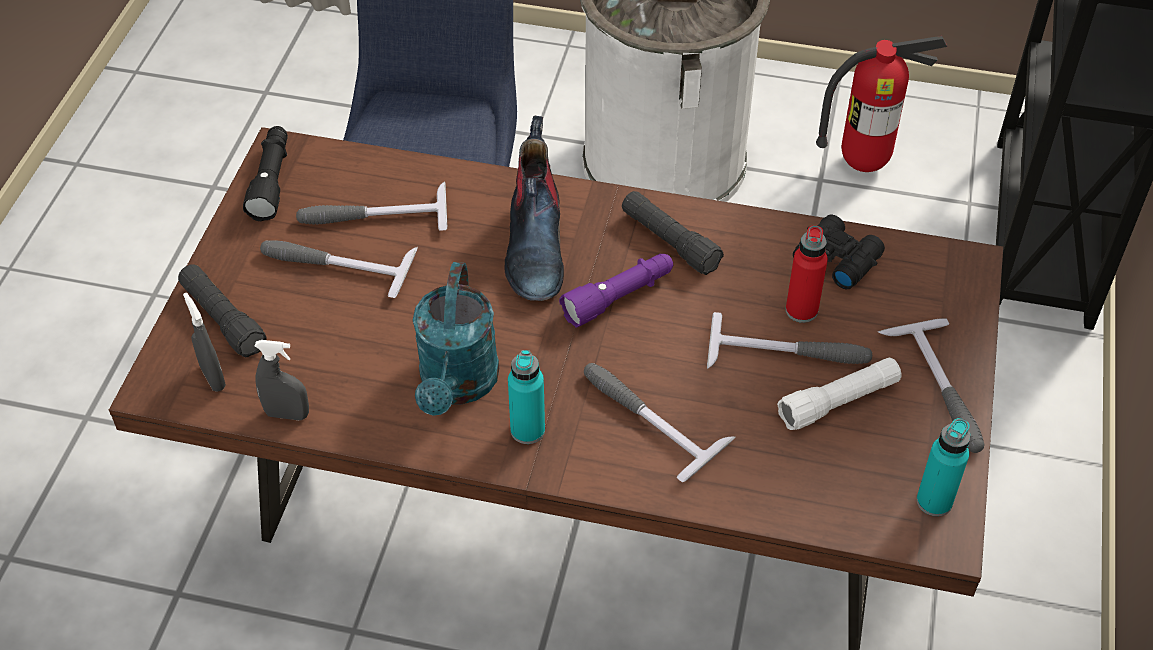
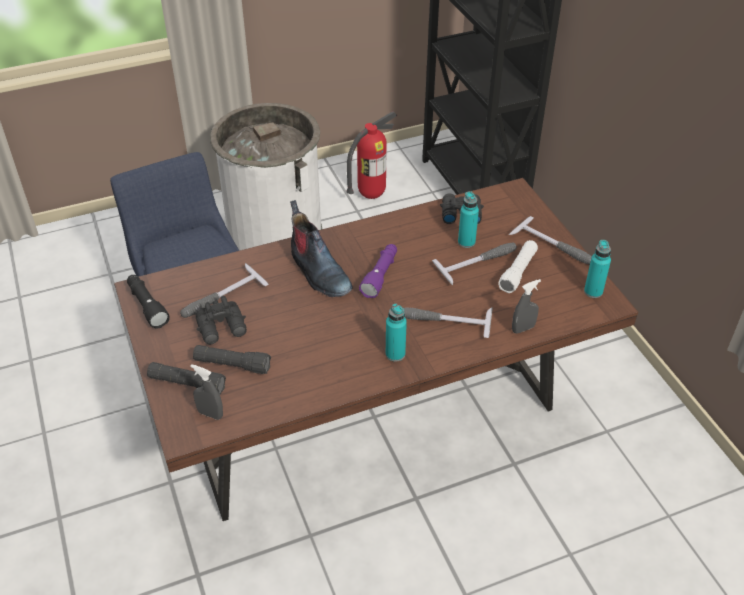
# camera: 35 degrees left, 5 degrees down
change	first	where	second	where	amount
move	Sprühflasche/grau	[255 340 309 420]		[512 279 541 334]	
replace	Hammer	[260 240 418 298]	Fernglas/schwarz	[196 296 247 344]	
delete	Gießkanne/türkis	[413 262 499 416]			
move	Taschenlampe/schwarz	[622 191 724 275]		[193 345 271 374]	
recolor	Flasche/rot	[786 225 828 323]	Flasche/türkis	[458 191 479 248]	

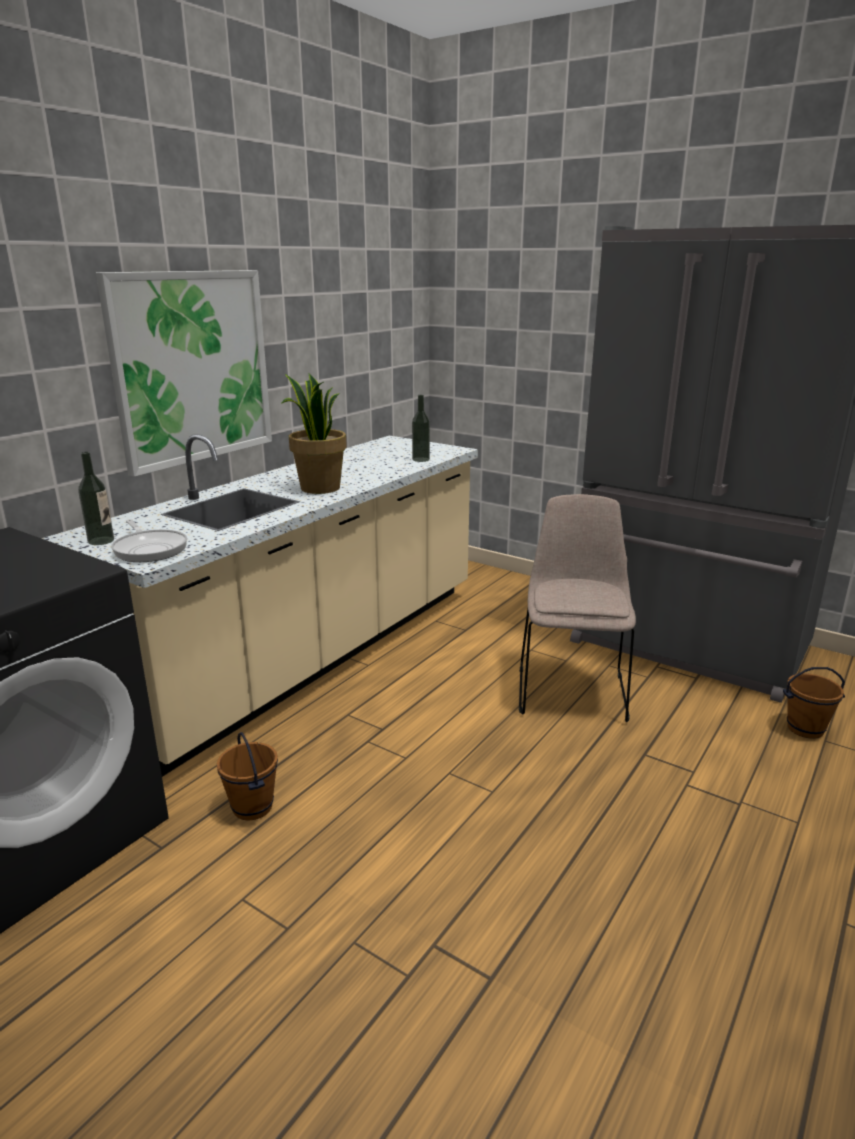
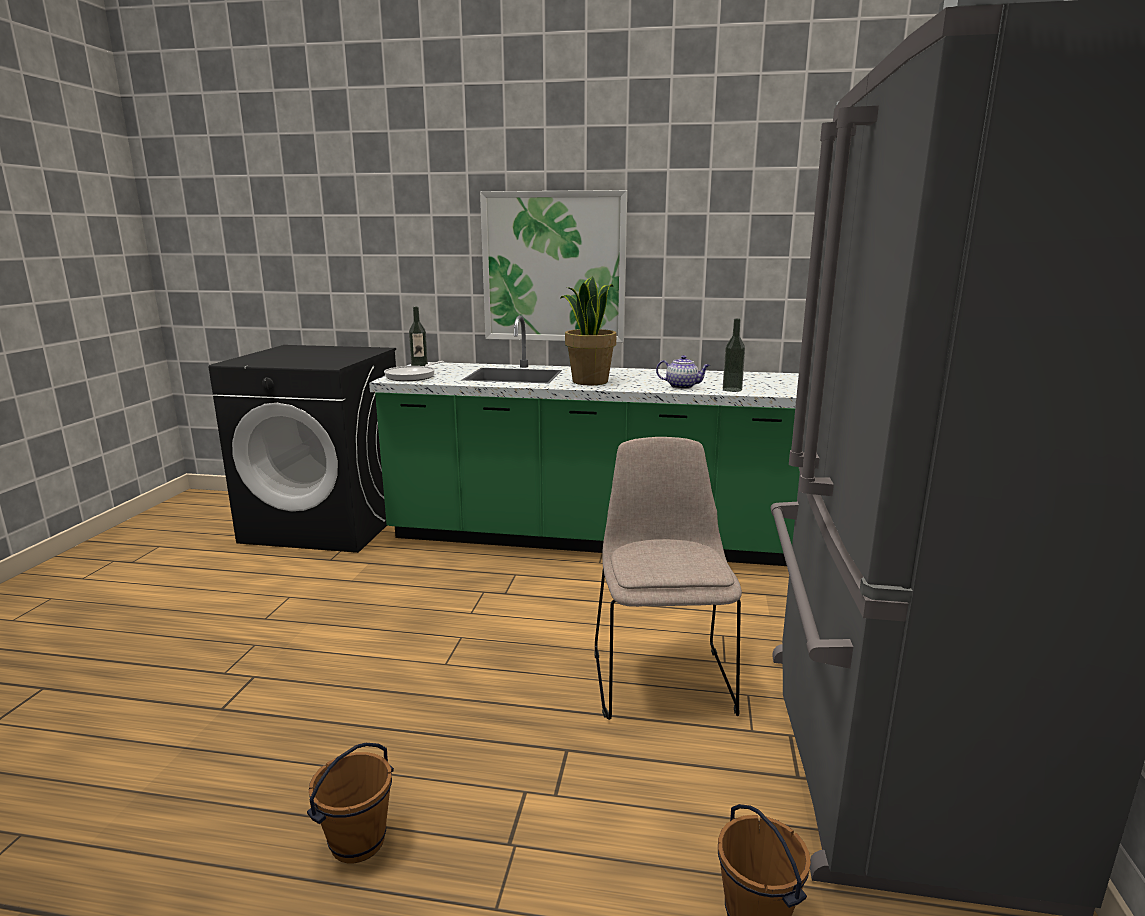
# camera: 65 degrees right, 5 degrees down
change	first	where	second	where	amount
recolor	Küchenzeile/beige	[41 434 478 777]	Küchenzeile/grün	[369 315 800 566]	
move	Eimer/braun	[217 732 278 821]		[307 743 394 863]	
rotate	Stuhl/beige	[519 494 636 722]		[594 437 742 720]	75 degrees counterclockwise
insert			Teekanne	[656 355 710 389]	

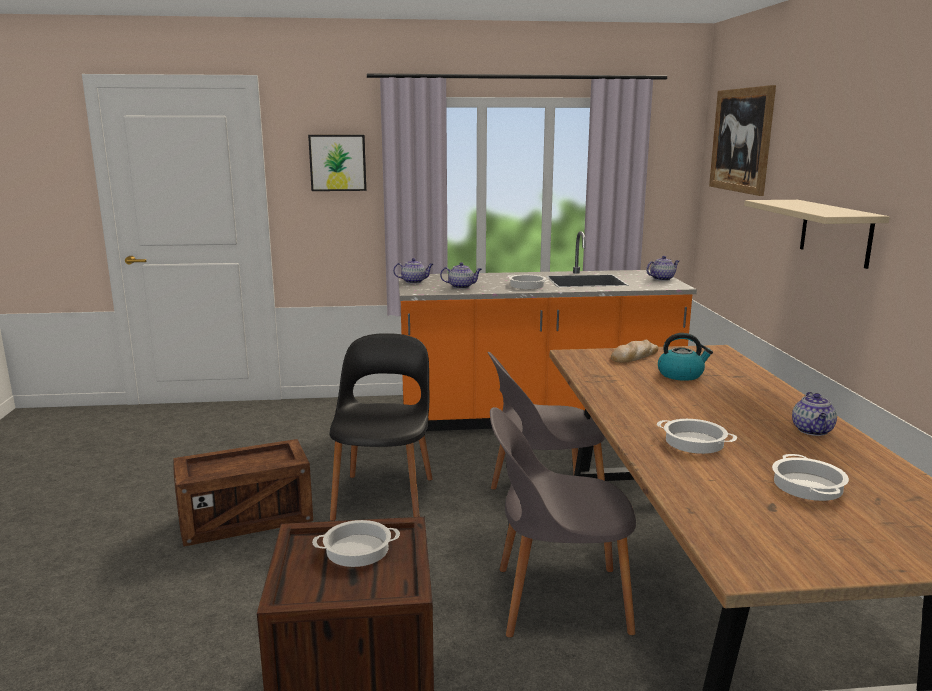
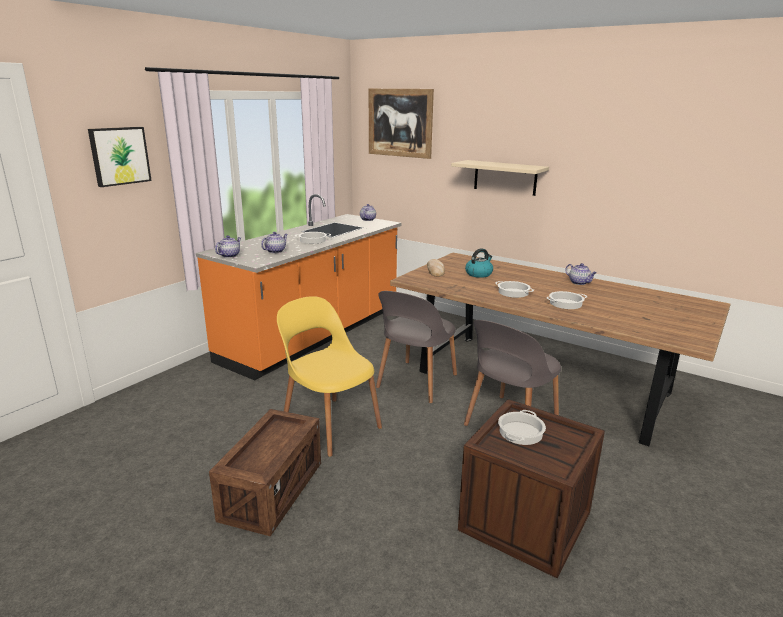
# camera: 50 degrees left, 5 degrees up
change	first	where	second	where	amount
recolor	Stuhl/schwarz	[330 333 433 521]	Stuhl/gelb	[277 296 382 457]	
move	Kochtopf	[772 454 849 501]		[495 281 534 298]	

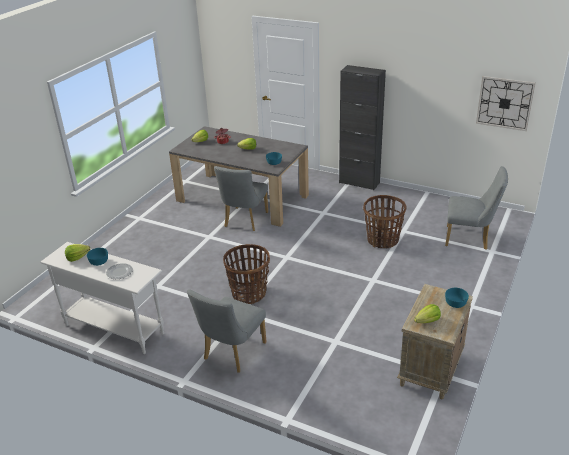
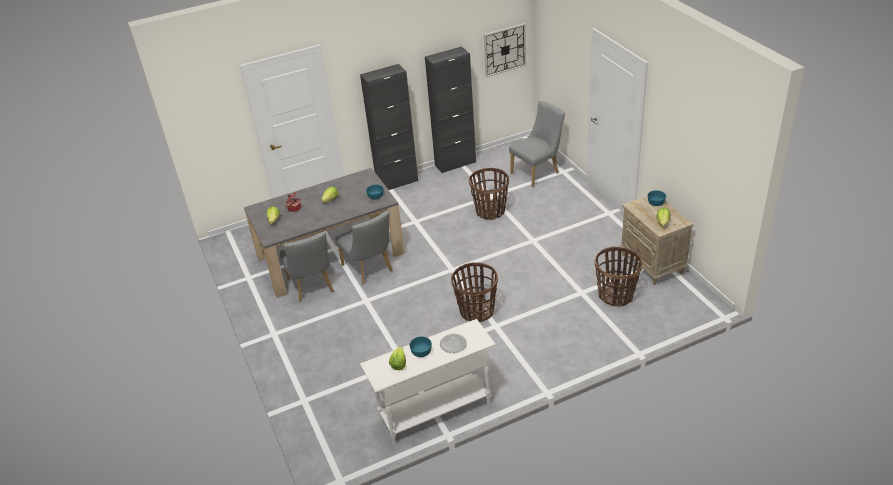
# camera: 50 degrees left, 5 degrees up
change	first	where	second	where	amount
move	Stuhl/grau	[187 289 267 373]		[279 232 334 302]	
insert			Schrank/schwarz	[425 47 476 173]	
insert			Korb	[595 247 642 307]	

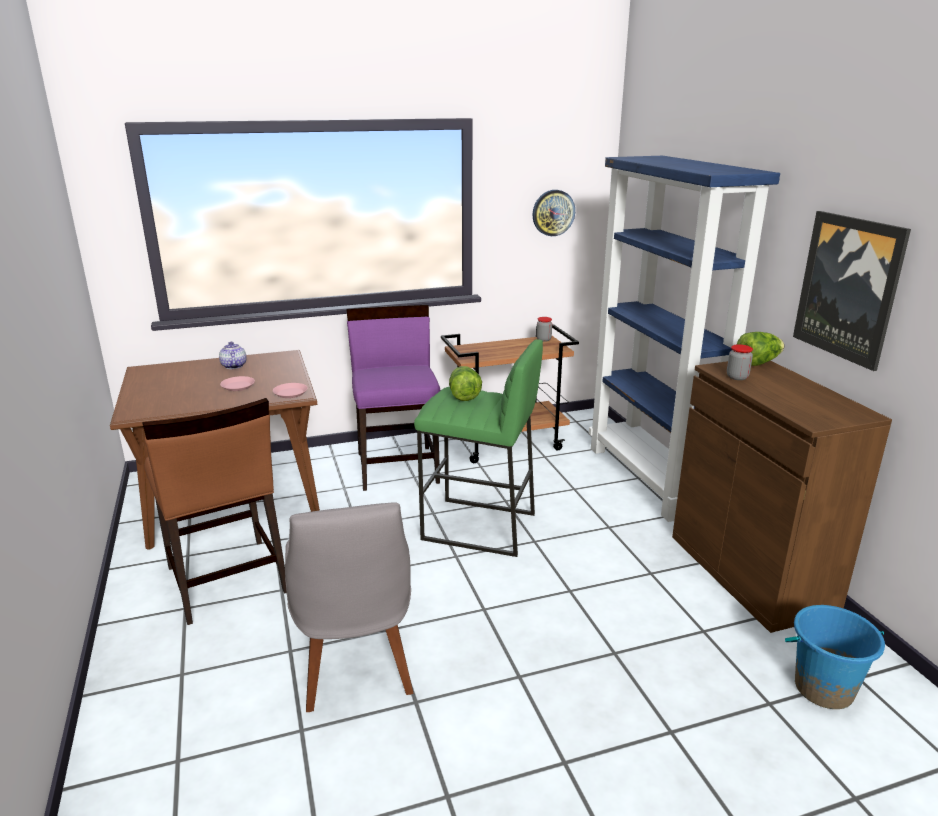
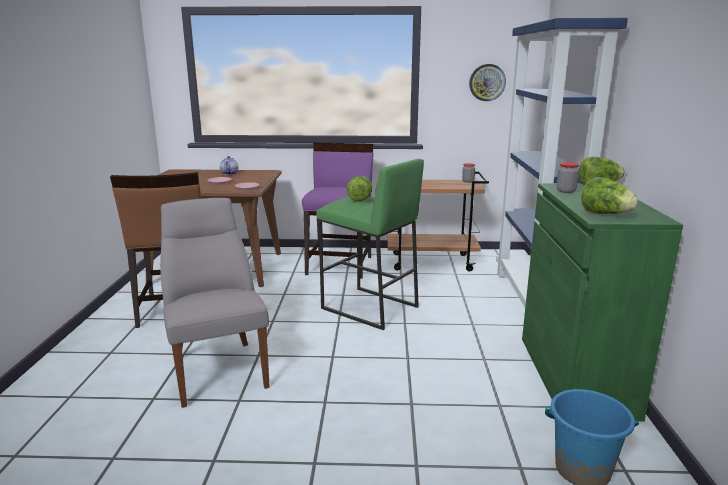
# camera: 20 degrees right, 5 degrees down
change	first	where	second	where	amount
rotate	Stuhl/grau	[285 502 413 712]		[160 198 270 408]	150 degrees clockwise
recolor	Schrank/braun	[672 361 892 633]	Schrank/grün	[522 183 683 421]	
delete	Bild	[793 211 911 371]			
insert			Salatkopf	[581 177 638 214]	

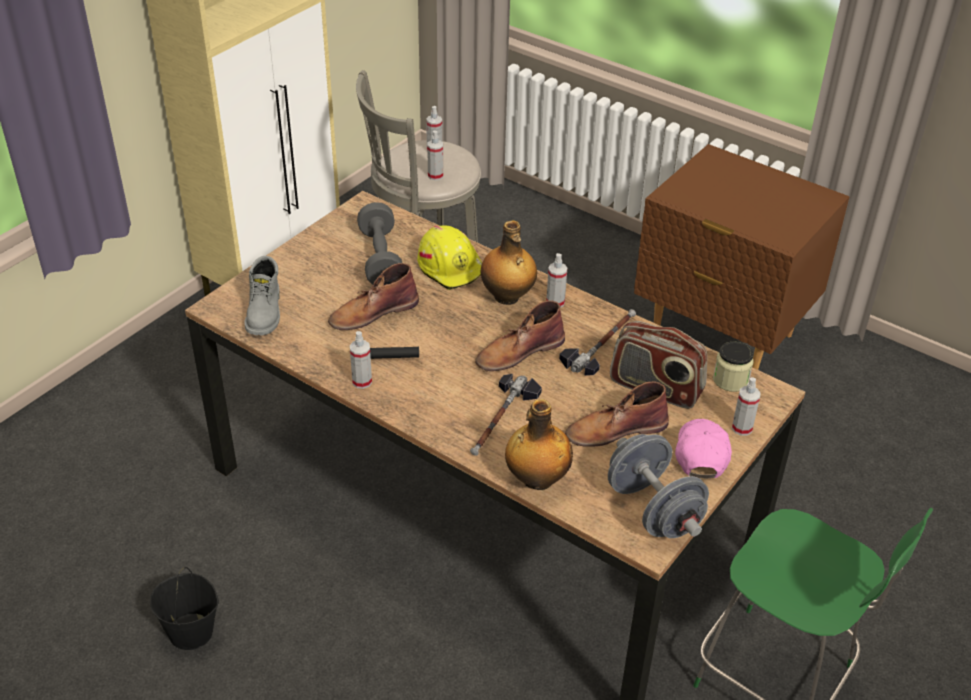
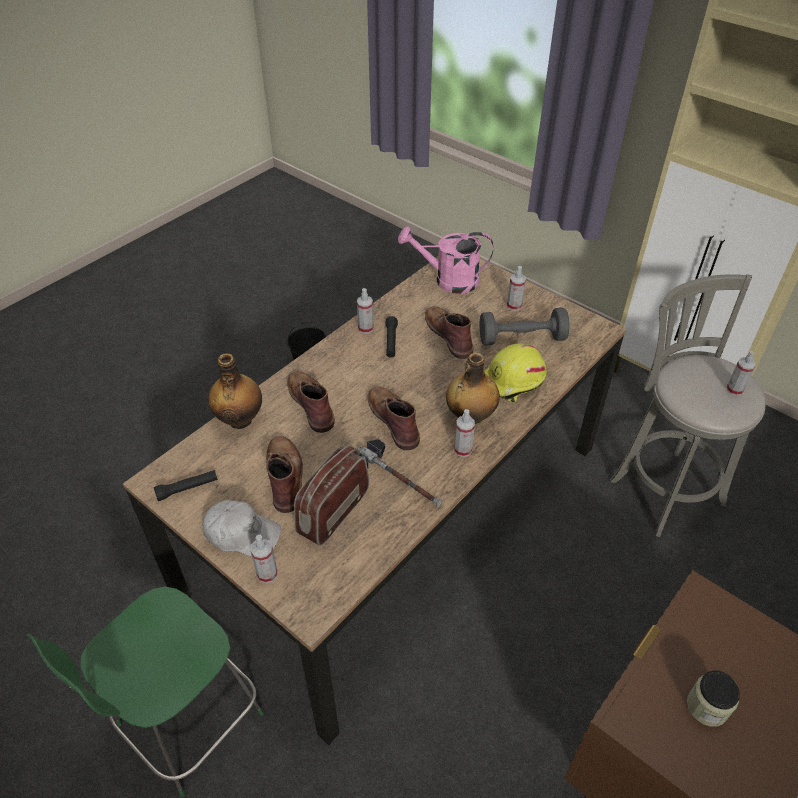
# camera: 95 degrees right, 5 degrees up
change	first	where	second	where	amount
replace	Stiefel/grau	[244 256 280 336]	Gießkanne/rosa	[398 226 493 294]	
move	Sprühflasche	[427 131 443 180]		[507 266 526 311]	
replace	Hammer	[470 374 542 456]	Stiefel/braun	[287 371 335 433]	
replace	Hantel/grau	[608 434 709 538]	Taschenlampe/schwarz	[154 470 218 501]	
recolor	Kappe/rosa	[675 419 732 478]	Kappe/weiß	[202 500 281 557]	
move	Vorratsglas	[713 342 754 392]		[687 670 740 727]	

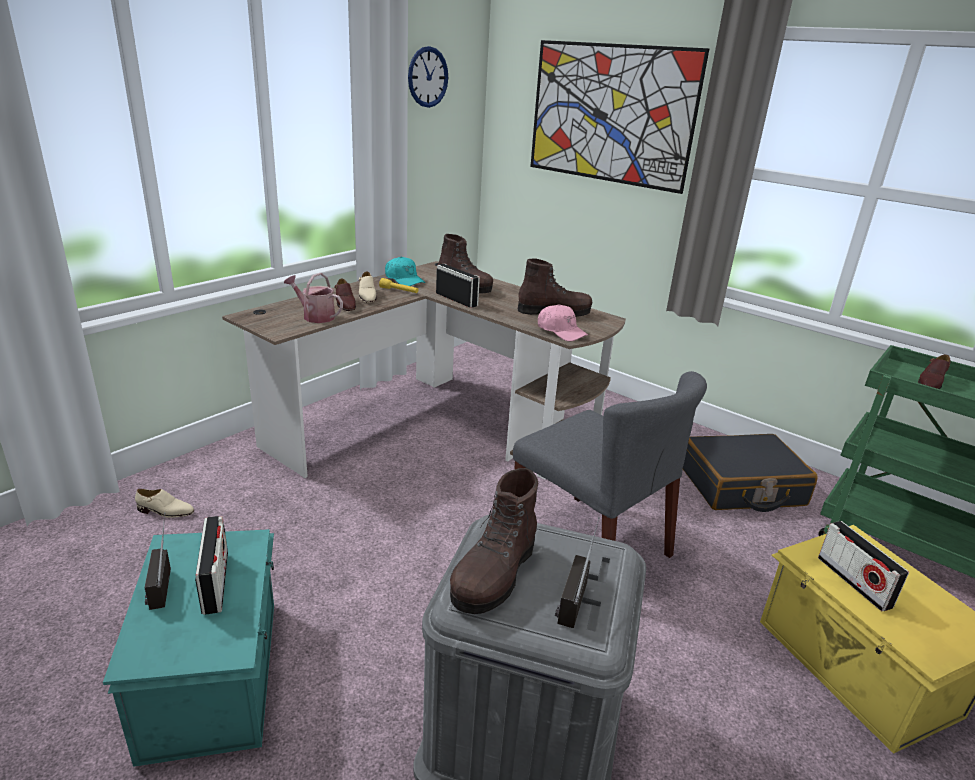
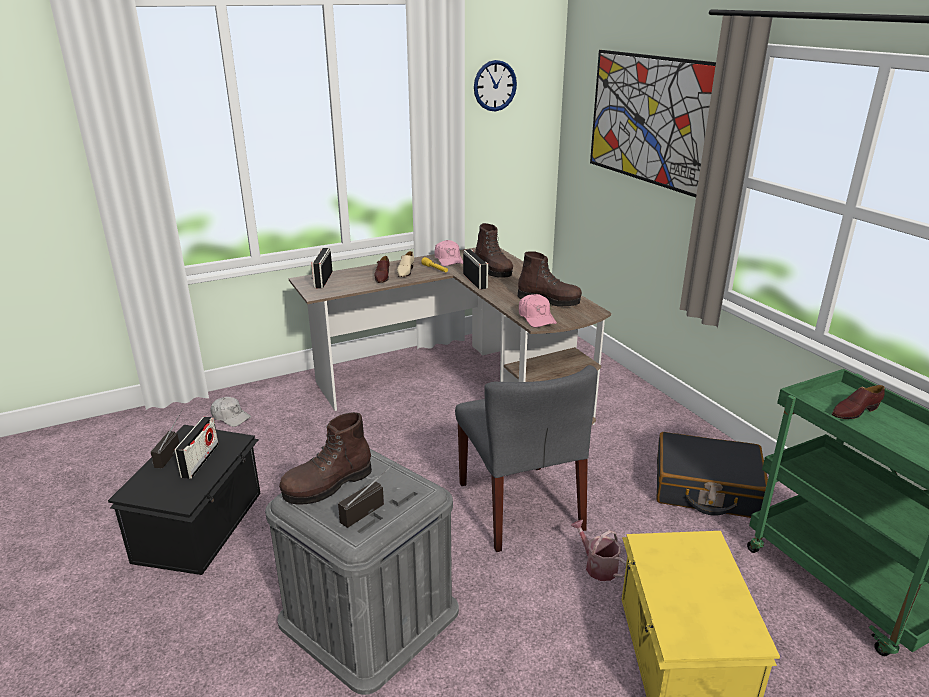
# camera: 25 degrees right, 0 degrees up
change	first	where	second	where	amount
recolor	Aufbewahrungsbox/türkis	[103 529 274 767]	Aufbewahrungsbox/schwarz	[108 425 261 575]	
replace	Schuh/beige	[135 489 194 518]	Kappe/weiß	[211 397 251 427]	
move	Gießkanne	[284 273 343 323]		[570 520 627 581]	
recolor	Kappe/türkis	[385 257 425 286]	Kappe/rosa	[435 240 463 266]	
move	Radio	[818 521 909 611]		[311 248 333 288]	

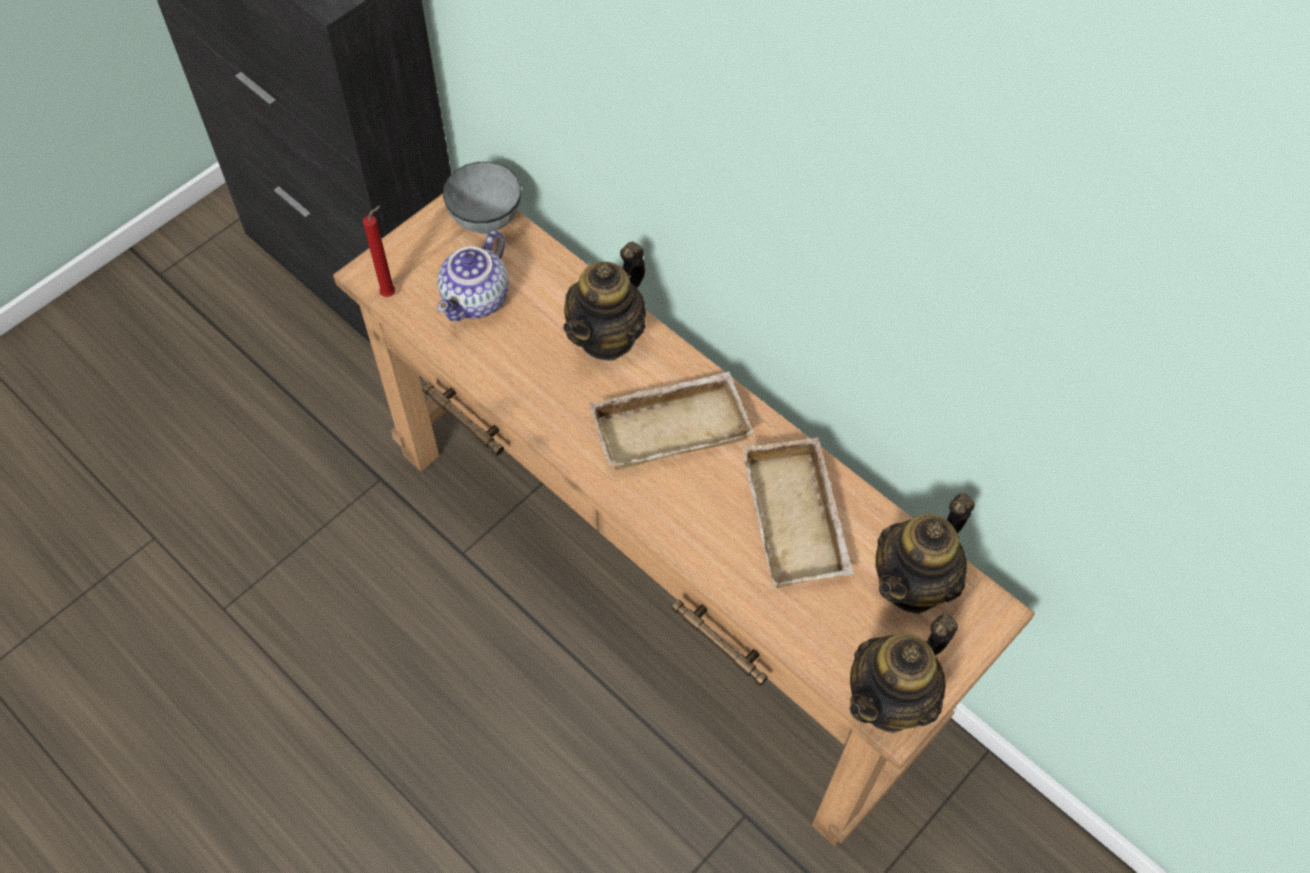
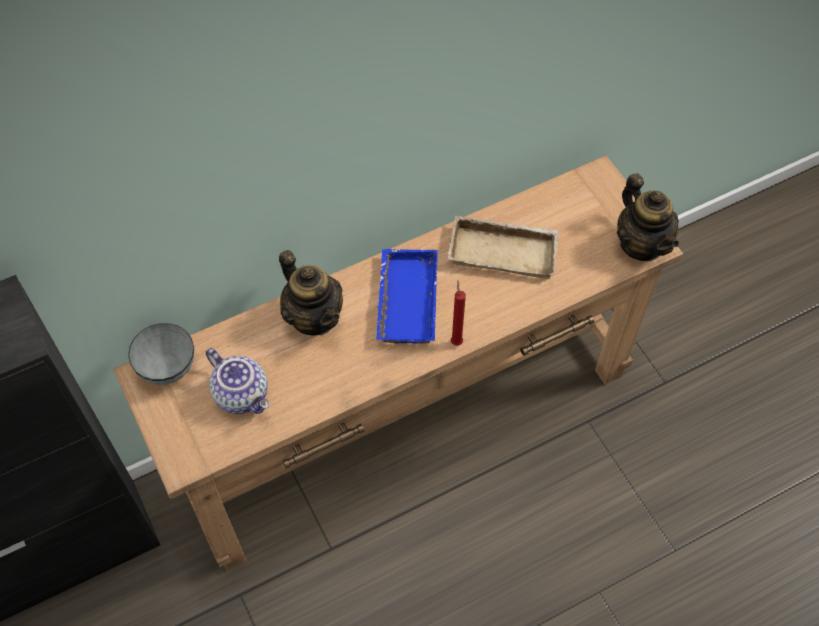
# camera: 70 degrees left, 0 degrees up
change	first	where	second	where	amount
move	Kerze/rot	[363 205 396 297]		[451 280 466 346]	
recolor	Tablett/beige	[588 372 754 470]	Tablett/blau	[376 249 438 344]	
delete	Teekanne	[875 493 975 614]			

